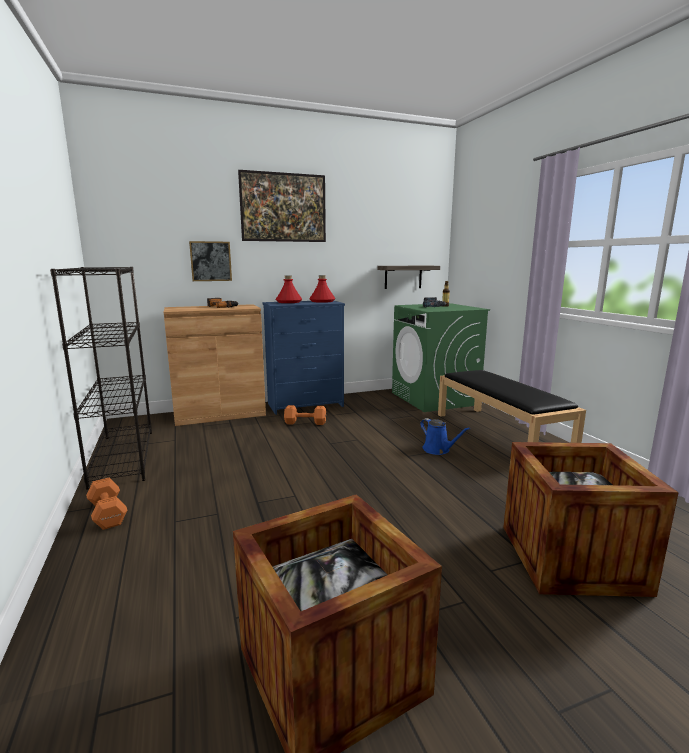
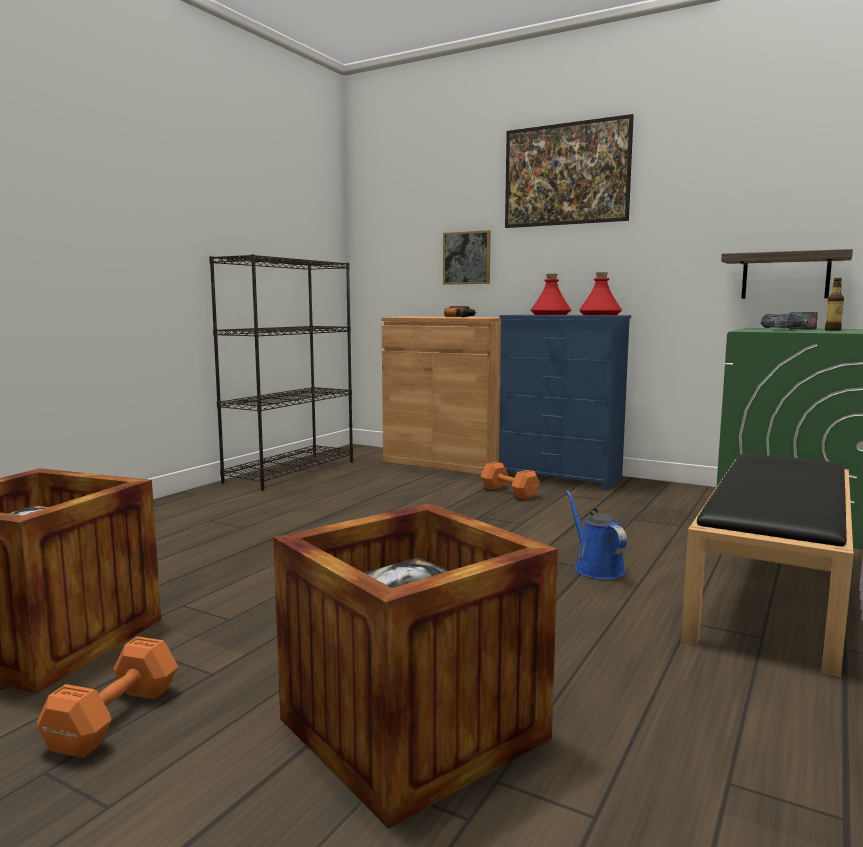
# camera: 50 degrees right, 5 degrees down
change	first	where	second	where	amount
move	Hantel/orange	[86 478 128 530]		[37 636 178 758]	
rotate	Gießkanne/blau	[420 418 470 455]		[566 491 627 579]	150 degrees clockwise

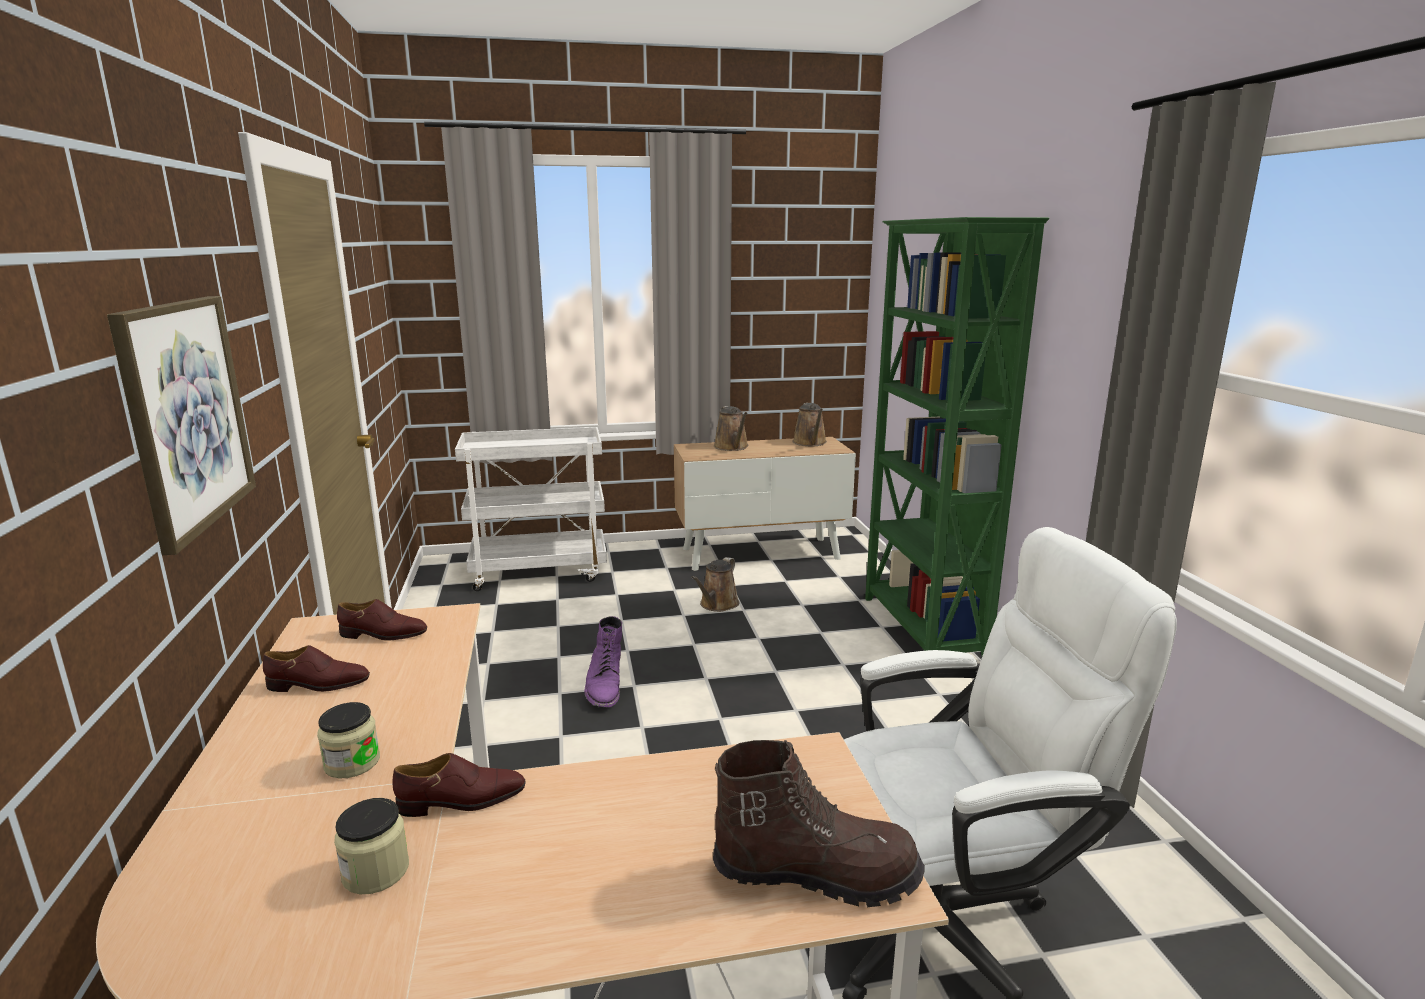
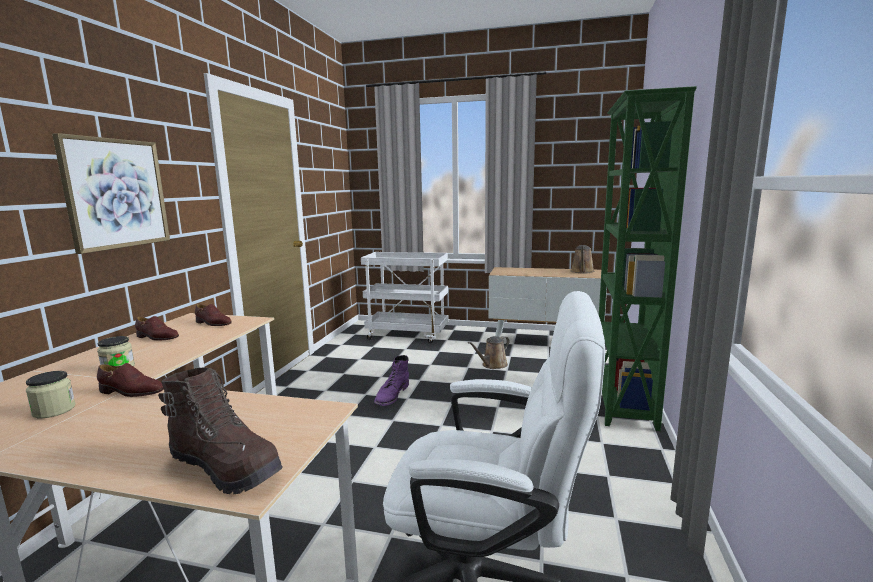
# camera: 25 degrees right, 5 degrees down
change	first	where	second	where	amount
delete	Gießkanne/braun	[714 406 748 451]			

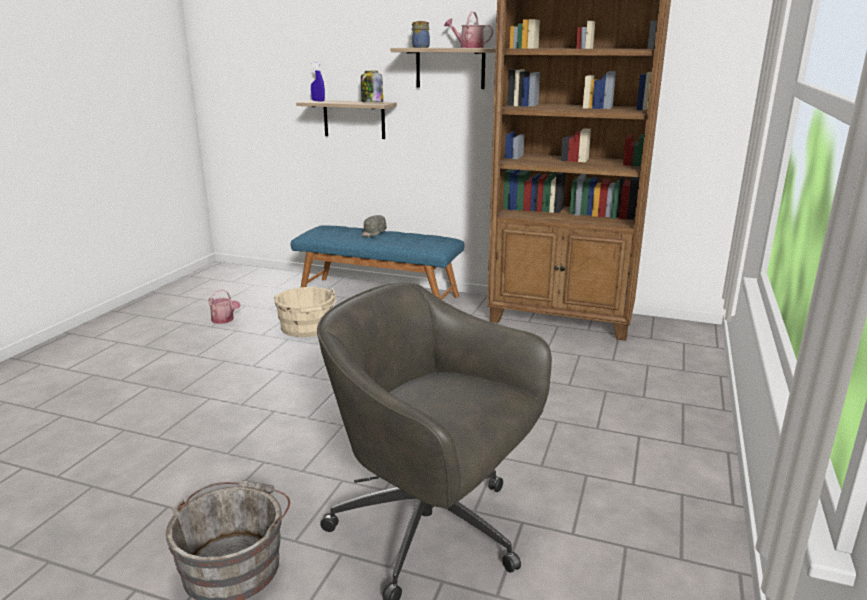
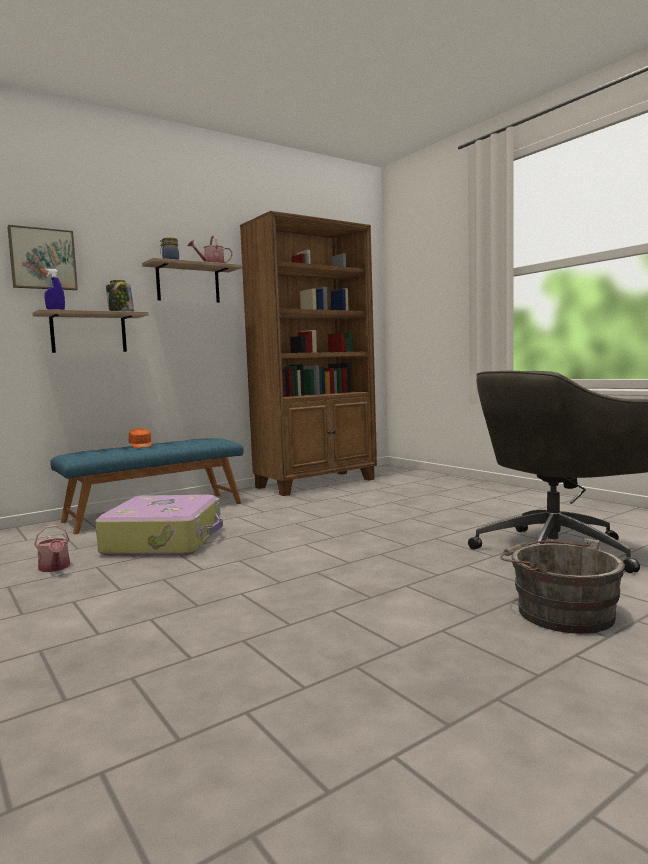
# camera: 55 degrees left, 15 degrees down
change	first	where	second	where	amount
rotate	Gießkanne	[208 289 240 324]		[34 525 70 572]	75 degrees clockwise
replace	Eimer/beige	[273 287 336 337]	Koffer	[95 495 223 556]	
recolor	Kappe/grau	[362 215 387 237]	Kappe/orange	[129 429 152 448]	
insert			Bild	[7 225 78 290]	

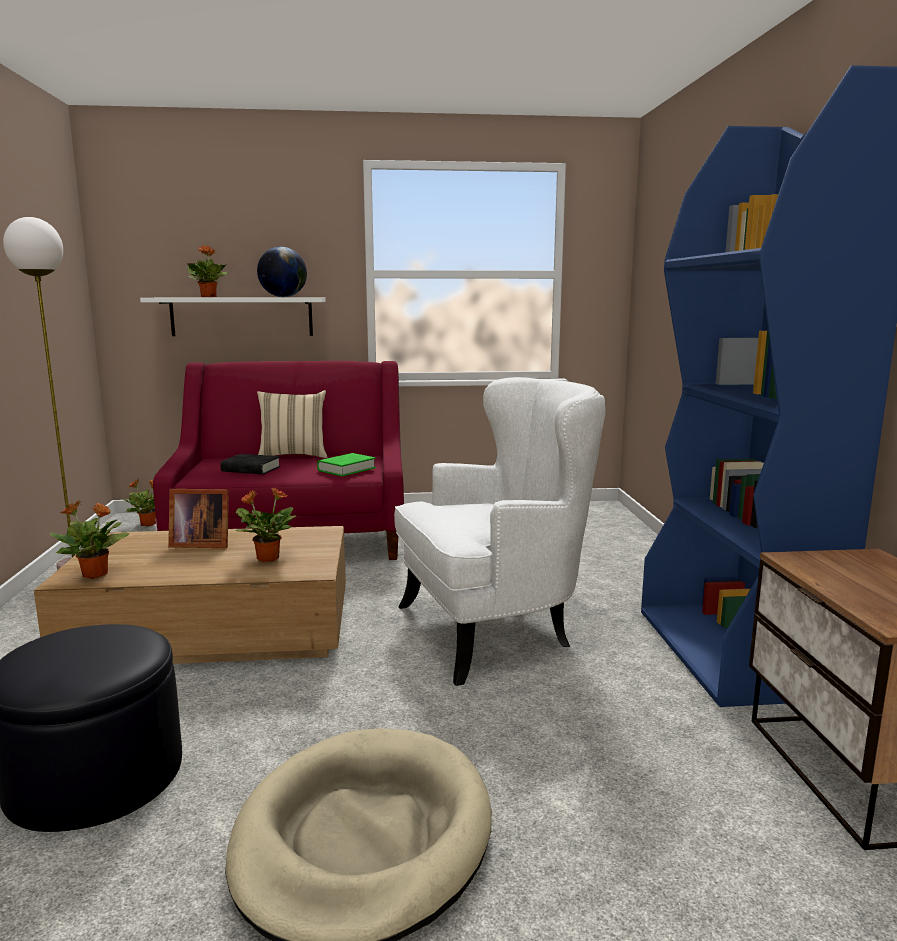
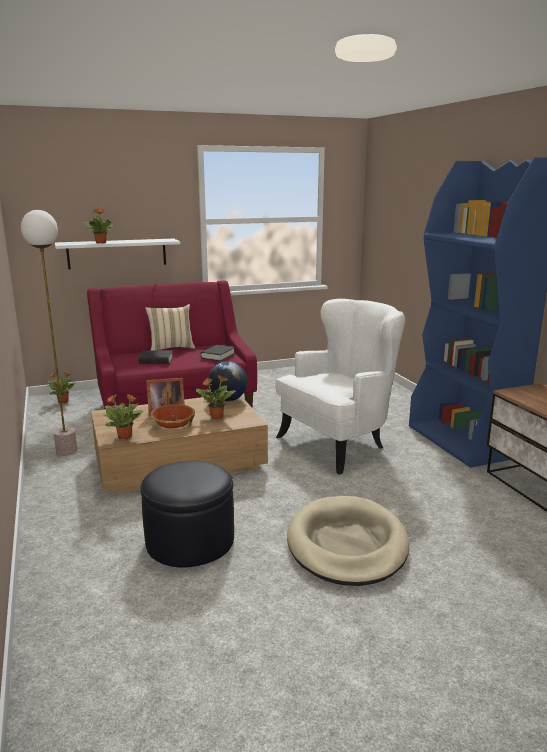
# camera: 15 degrees left, 5 degrees up
change	first	where	second	where	amount
move	Globus	[257 247 307 297]		[208 361 248 401]	
recolor	Buch/grün	[317 453 376 476]	Buch/schwarz	[200 345 235 361]	
insert			Schüssel	[150 404 195 428]	

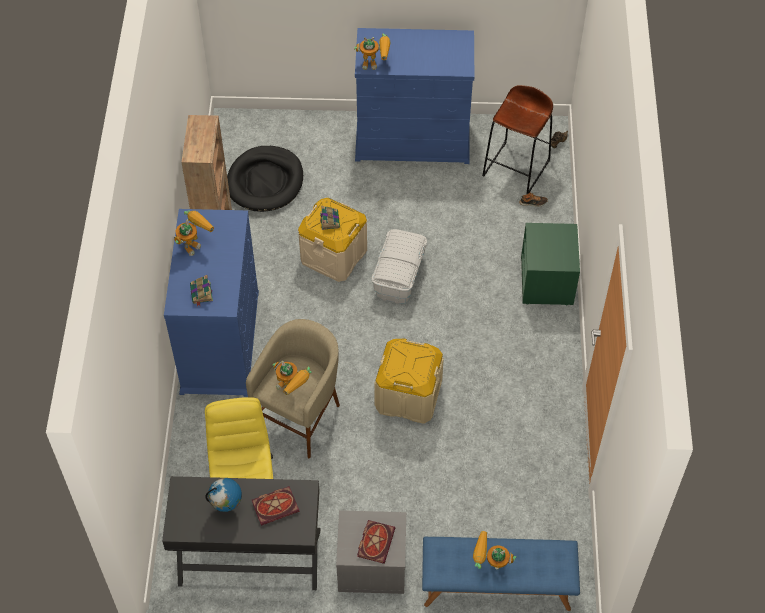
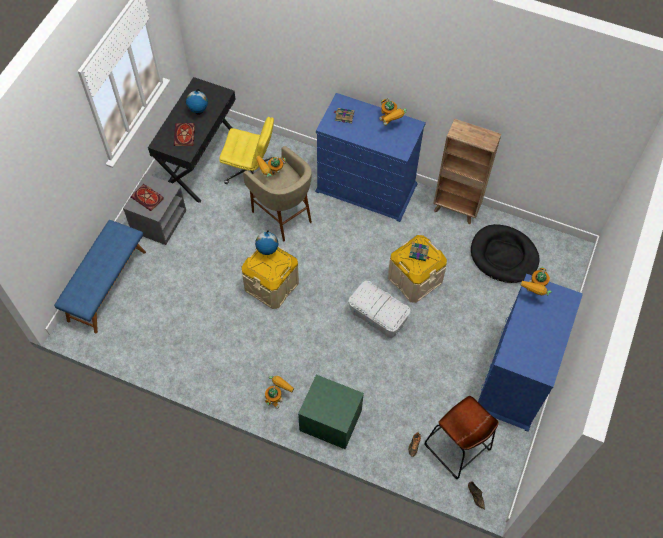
# camera: 110 degrees right, 5 degrees up
change	first	where	second	where	amount
move	Spielzeugroboter	[473 531 516 570]		[265 376 294 409]	
insert			Globus	[255 230 278 255]	

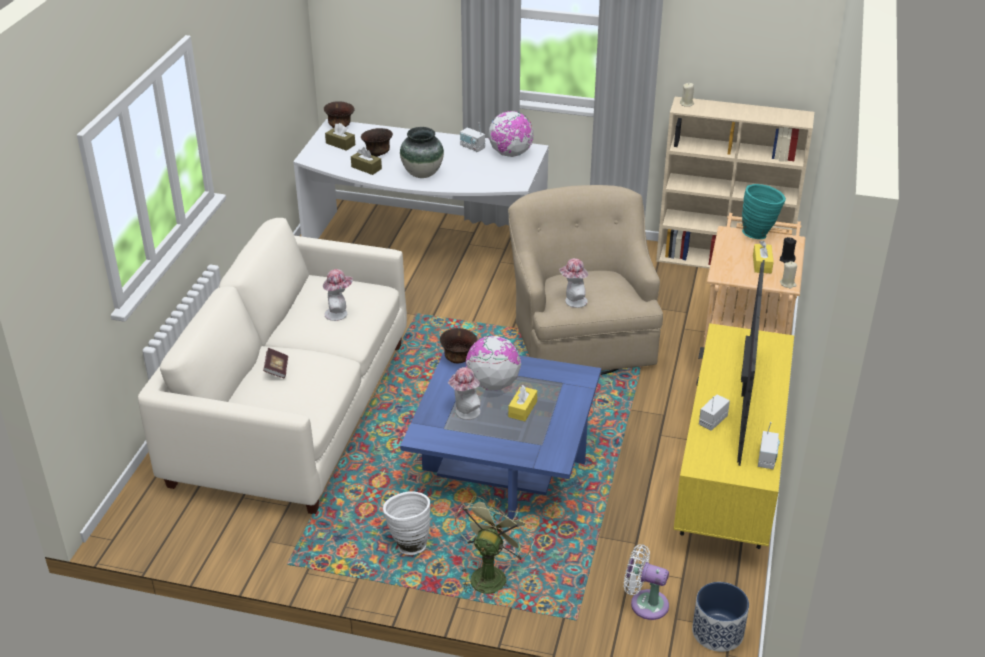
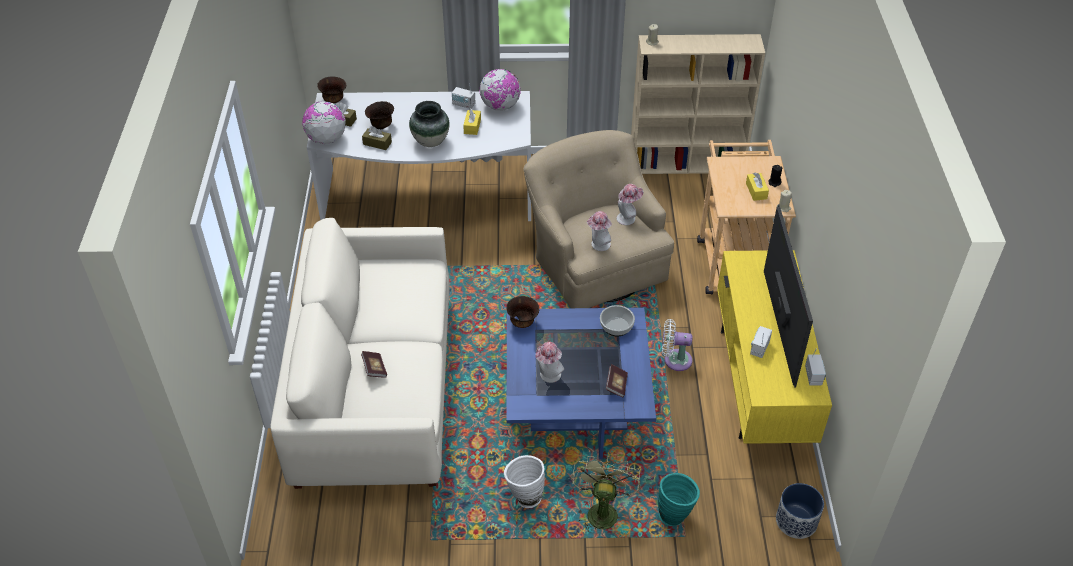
# camera: 15 degrees left, 10 degrees up
change	first	where	second	where	amount
move	Hut	[323 269 353 321]		[617 184 643 225]	
move	Globus	[465 336 521 391]		[302 101 346 144]	
move	Taschentuchbox/gelb	[508 385 537 421]		[463 109 481 135]	
move	Ventilator/weiß	[624 544 669 620]		[662 319 692 371]	
move	Vase/türkis	[742 184 786 239]		[658 473 700 526]	
insert			Schüssel	[600 305 635 336]	
insert			Buch	[606 364 628 397]	

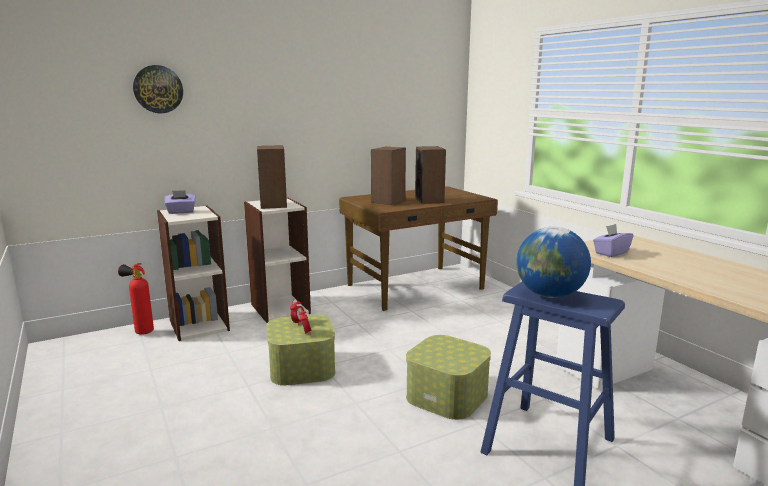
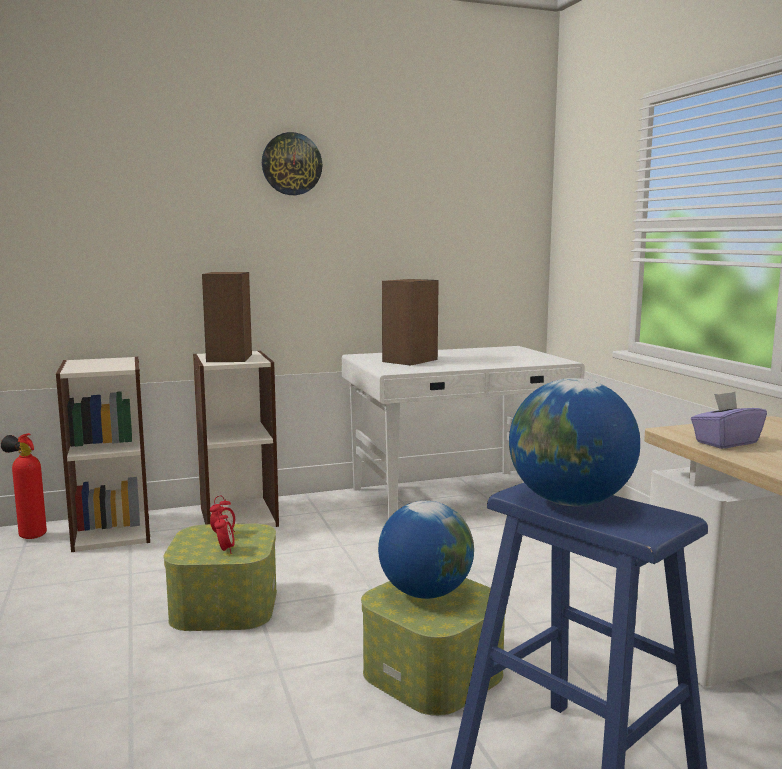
# camera: 10 degrees right, 5 degrees down
change	first	where	second	where	amount
move	Wanduhr	[133 65 183 113]		[262 132 322 195]	
delete	Taschentuchbox/lila	[164 190 195 214]			
recolor	Schreibtisch/braun	[339 186 498 311]	Schreibtisch/weiß	[342 346 585 519]	
delete	Lautsprecher	[415 146 446 204]			
insert			Globus	[378 501 474 599]	

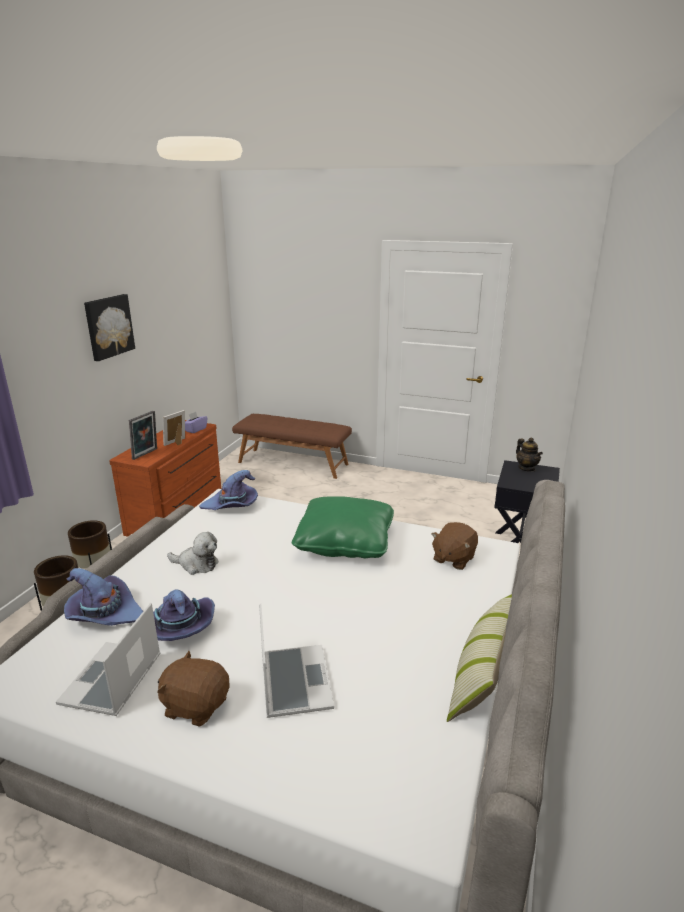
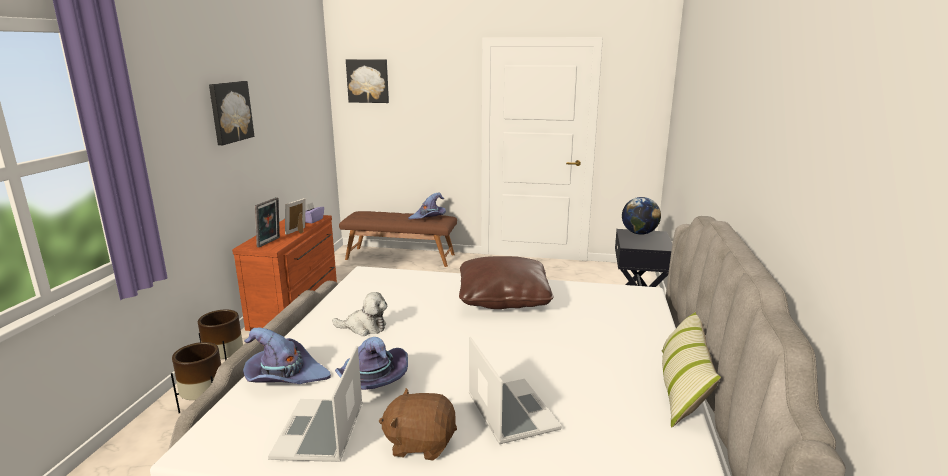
# camera: 10 degrees left, 5 degrees down
change	first	where	second	where	amount
move	Hut/lila	[199 470 258 510]		[408 193 446 220]	
recolor	Kissen/grün	[292 496 394 558]	Kissen/braun	[459 256 553 309]	
delete	Plüschtier/braun	[431 522 478 570]			
replace	Teekanne	[516 437 543 472]	Globus	[622 197 661 235]	
insert			Bild	[346 59 389 103]	

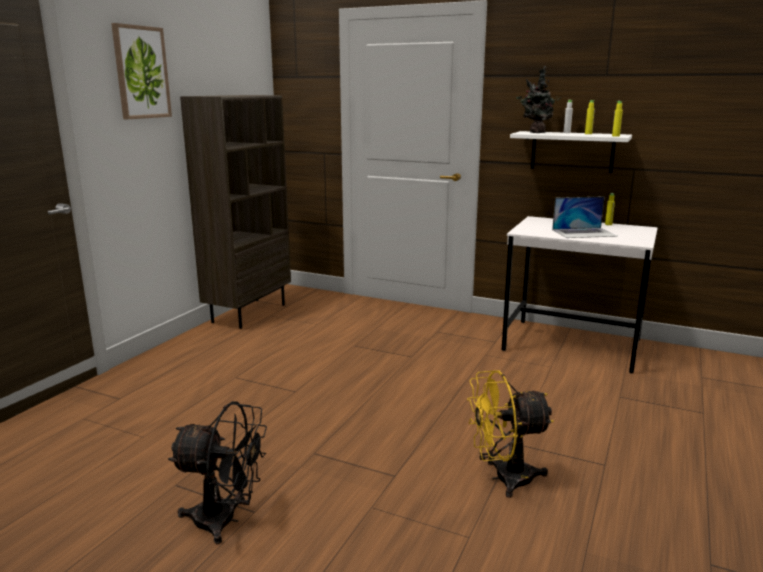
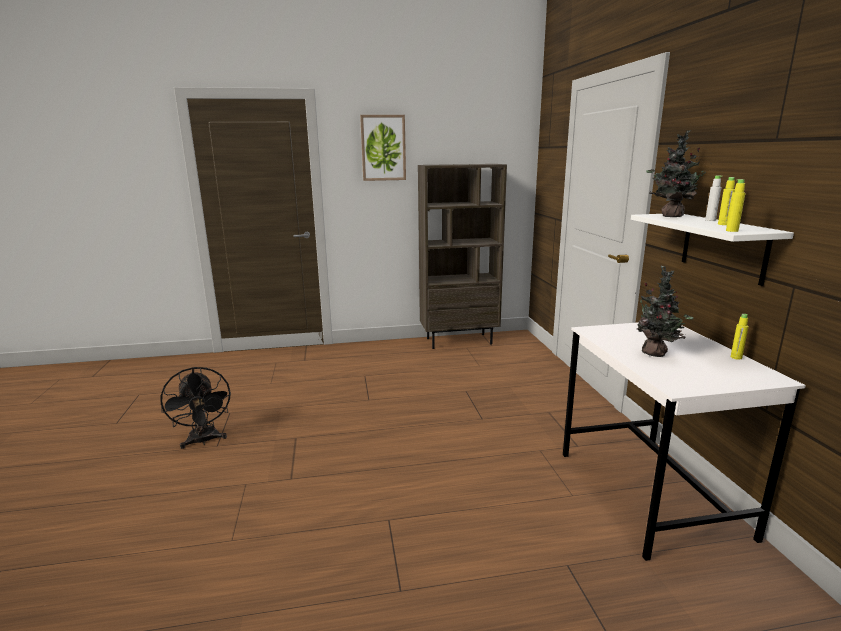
# camera: 55 degrees right, 0 degrees up
change	first	where	second	where	amount
delete	Ventilator/gelb	[467 370 554 498]			
replace	Laptop	[552 196 618 238]	Topfpflanze	[635 266 694 357]	

